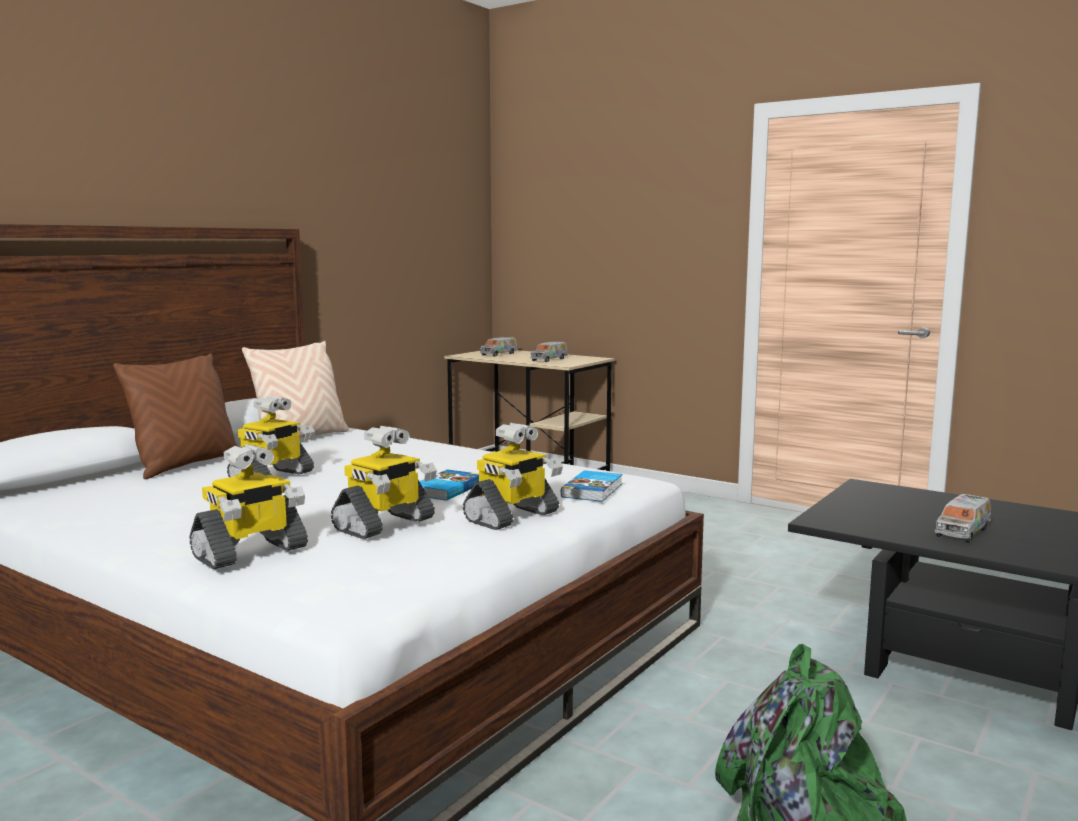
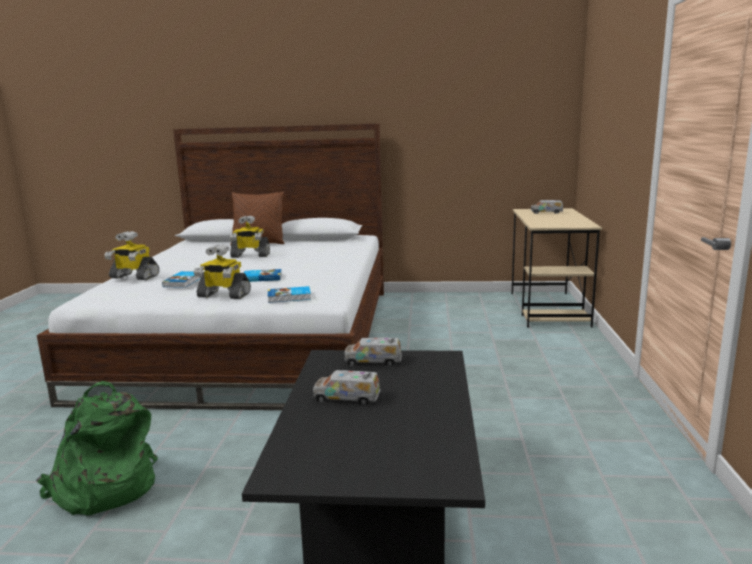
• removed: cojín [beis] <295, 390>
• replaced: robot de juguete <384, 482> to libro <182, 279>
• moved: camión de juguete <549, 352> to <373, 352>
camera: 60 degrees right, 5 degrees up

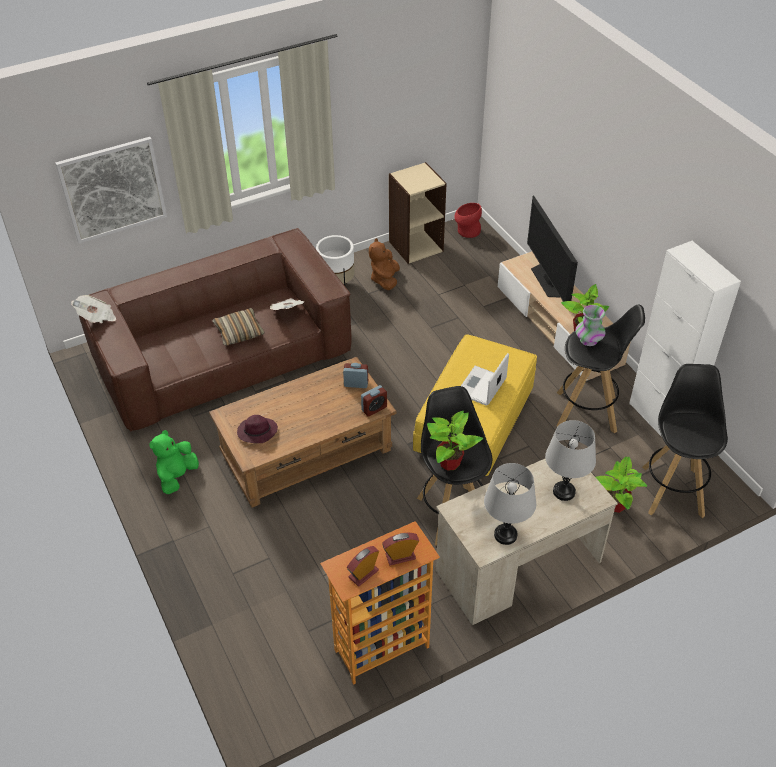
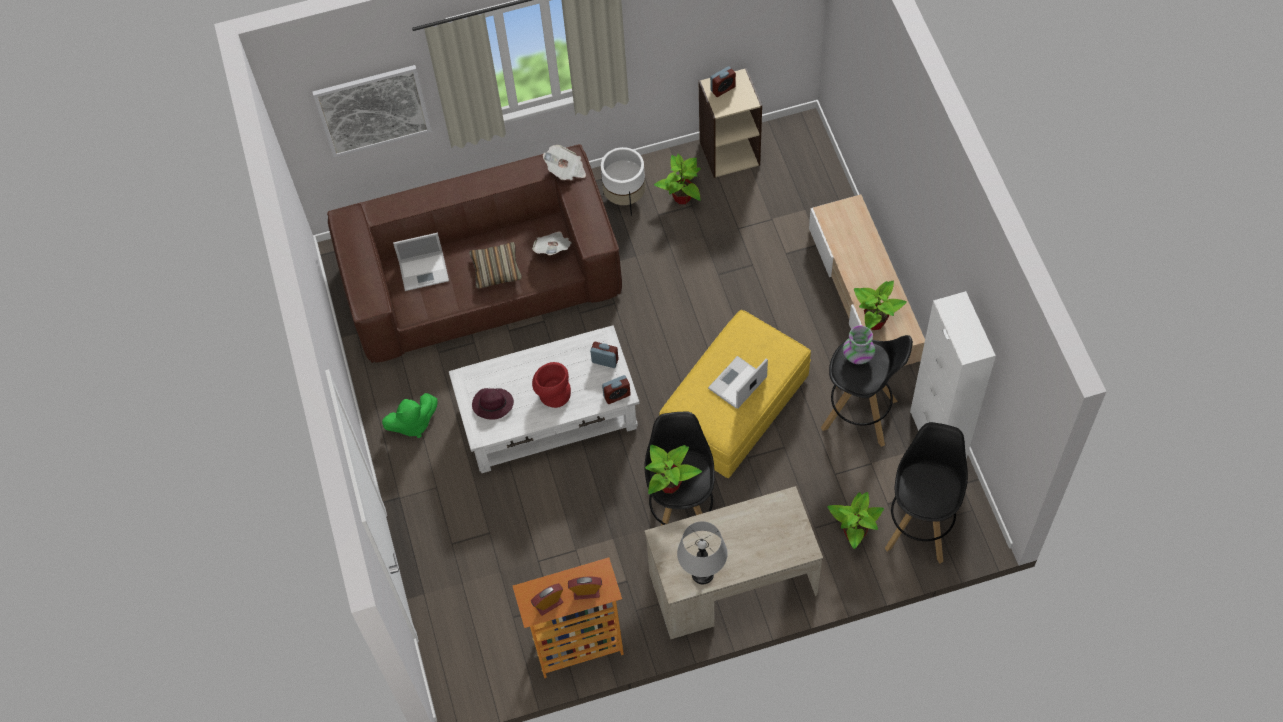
• moved: periódico <94, 309> to <564, 163>
• turned: peluche [verde] <174, 462> = <410, 415> 150 degrees counterclockwise
• recoloured: mesa de centro [marrón] <302, 432> to mesa de centro [blanco] <544, 399>
• replaced: peluche [marrón] <384, 264> to planta en maceta <677, 179>
• moved: florero [rojo] <468, 220> to <551, 385>
• removed: televisor <552, 253>
• removed: lámpara de mesa [gris] <570, 460>
• added: portátil <421, 262>
• added: despertador <723, 81>
camera: 15 degrees right, 15 degrees up

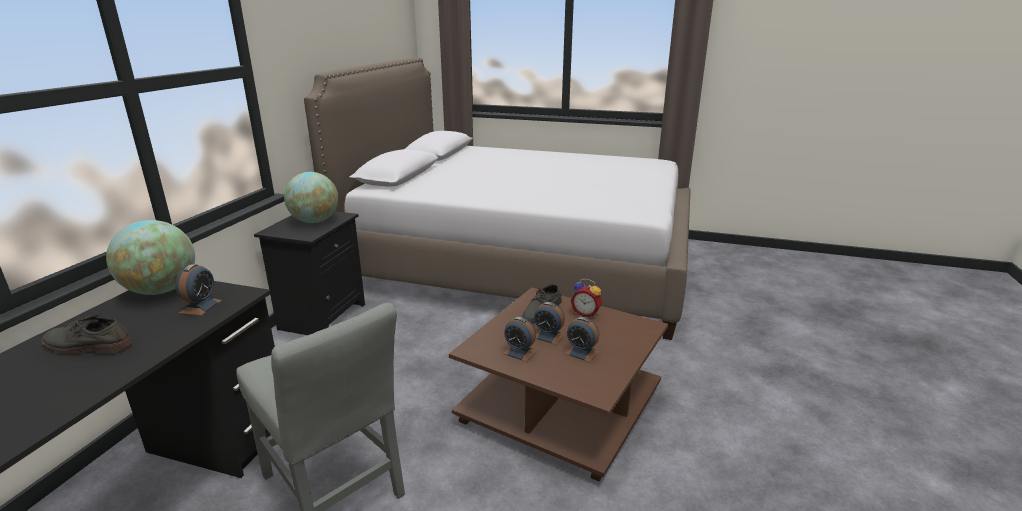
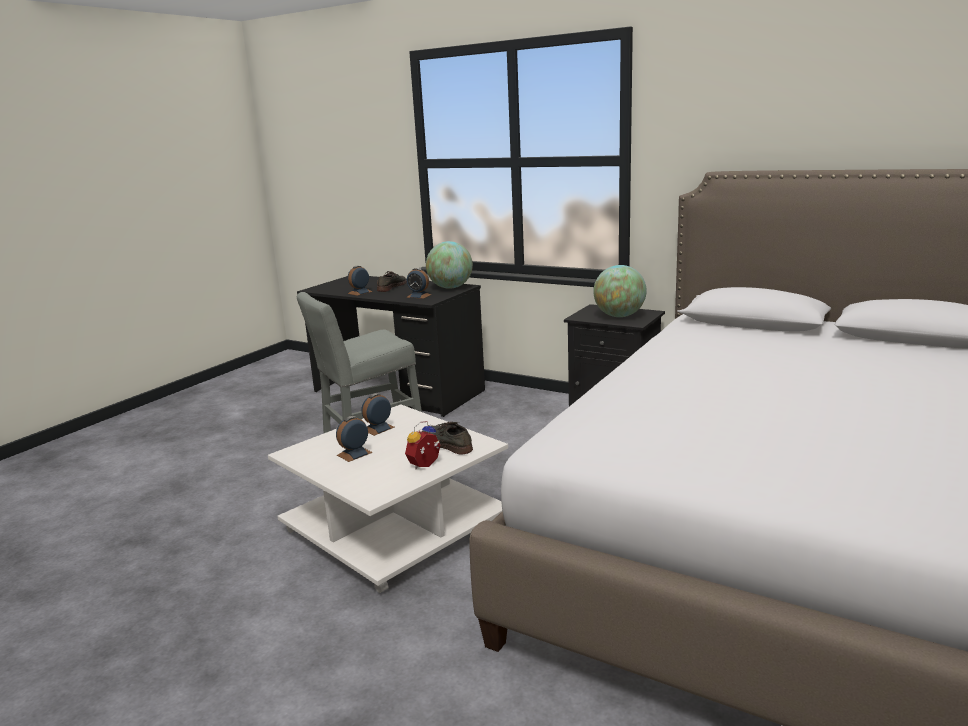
• recoloured: mesa de centro [marrón] <558, 384> to mesa de centro [blanco] <388, 498>
• moved: despertador <549, 323> to <360, 281>
camera: 105 degrees right, 5 degrees down

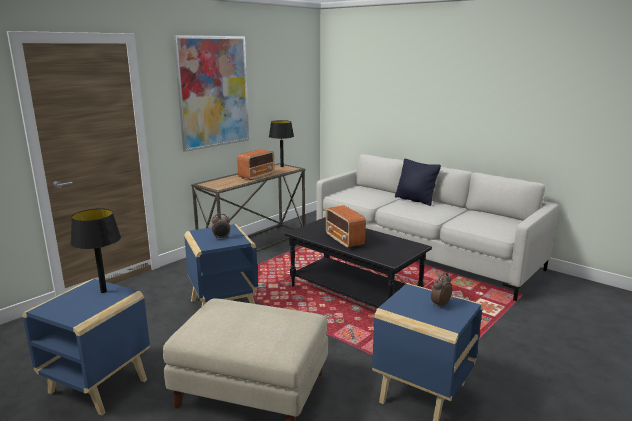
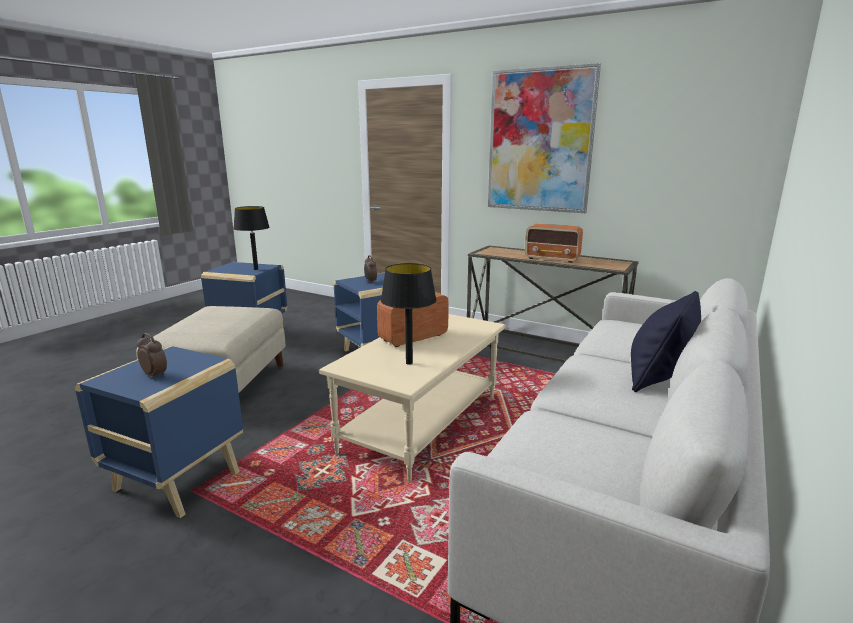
• moved: lámpara de mesa [negro] <281, 143> to <408, 314>
• recoloured: mesa de centro [negro] <358, 262> to mesa de centro [beis] <412, 397>
camera: 80 degrees right, 0 degrees up

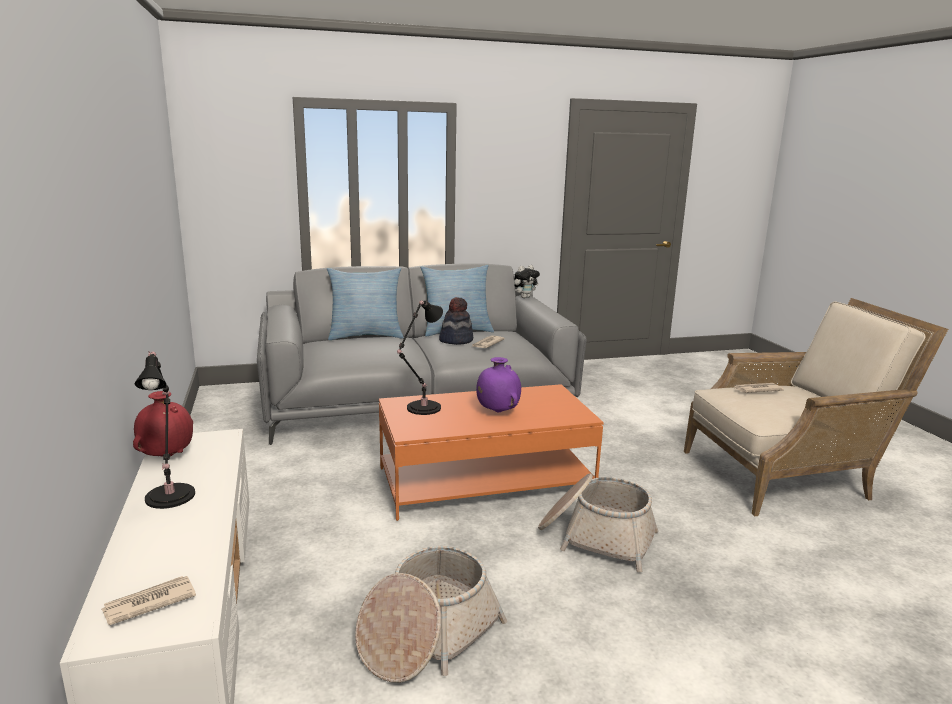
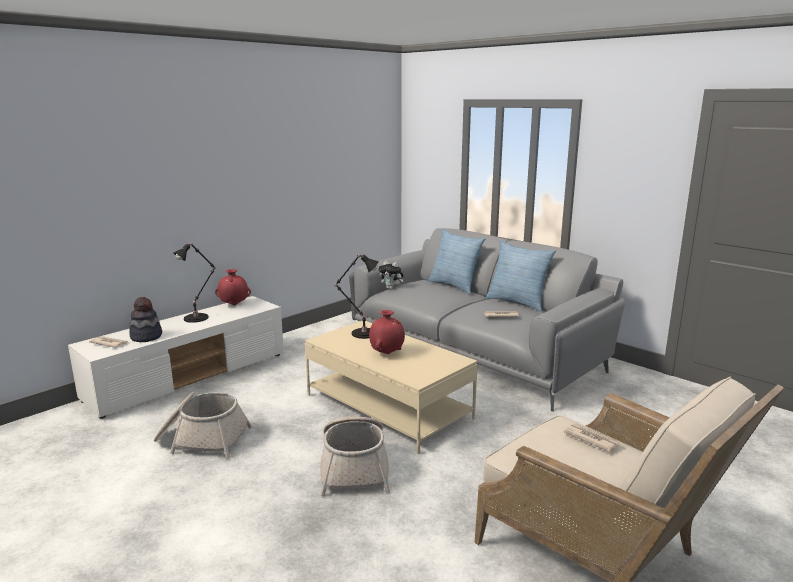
• recoloured: mesa de centro [naranja] <491, 452> to mesa de centro [beis] <391, 387>
• moved: sombrero <456, 321> to <145, 319>
• recoloured: florero [morado] <498, 385> to florero [rojo] <387, 332>
• moved: peluche <527, 281> to <390, 275>
camera: 60 degrees right, 0 degrees up

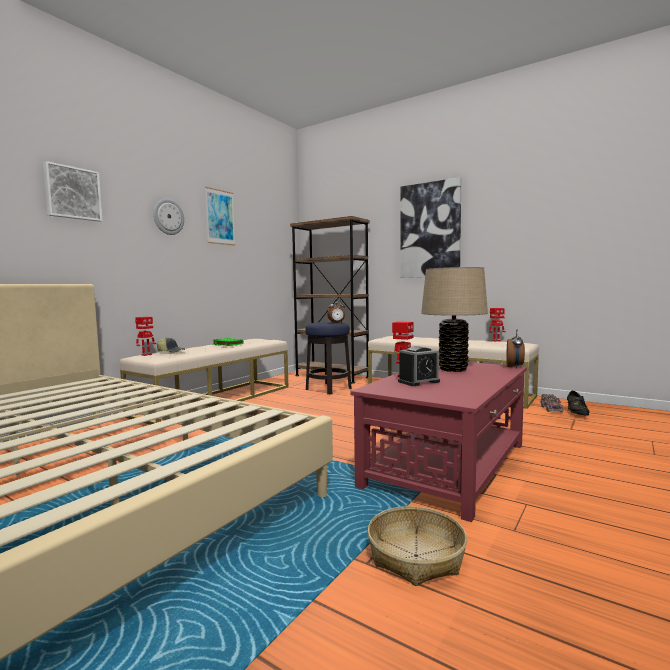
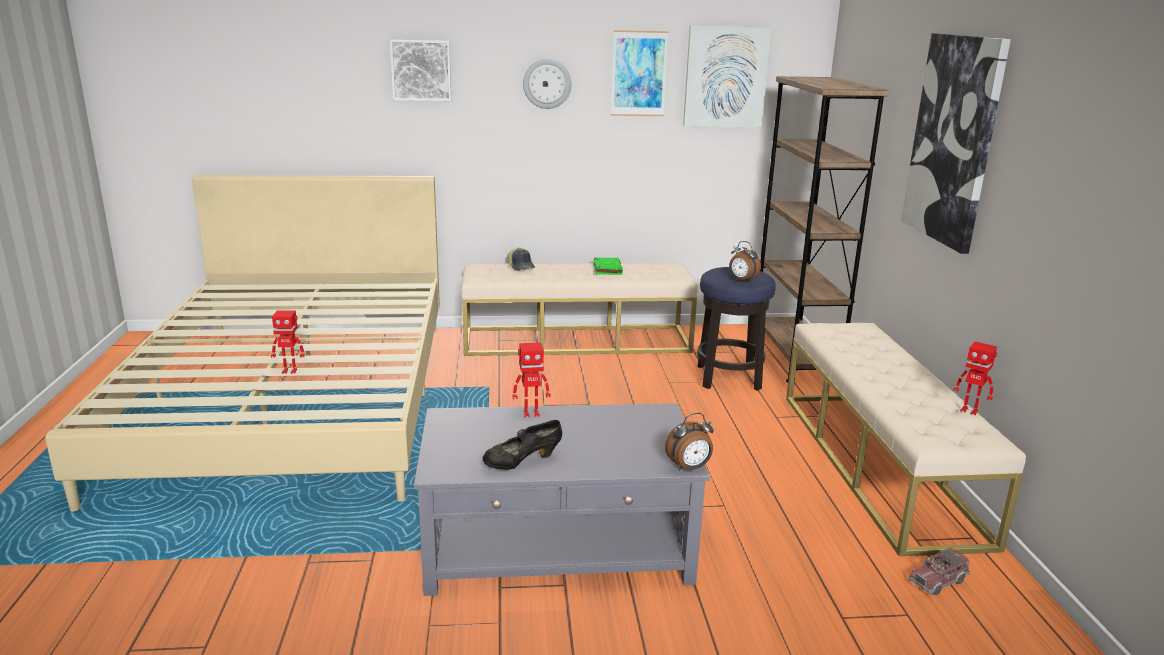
• moved: robot de juguete <145, 336> to <288, 342>
• recoloured: mesa de centro [rojo] <438, 442> to mesa de centro [gris] <562, 499>
• removed: cesta <417, 546>
• removed: despertador <419, 366>
• removed: lámpara de mesa [beis] <454, 319>
• moved: zapato [negro] <578, 403> to <522, 445>
• added: cuadro <727, 76>
camera: 50 degrees right, 15 degrees up

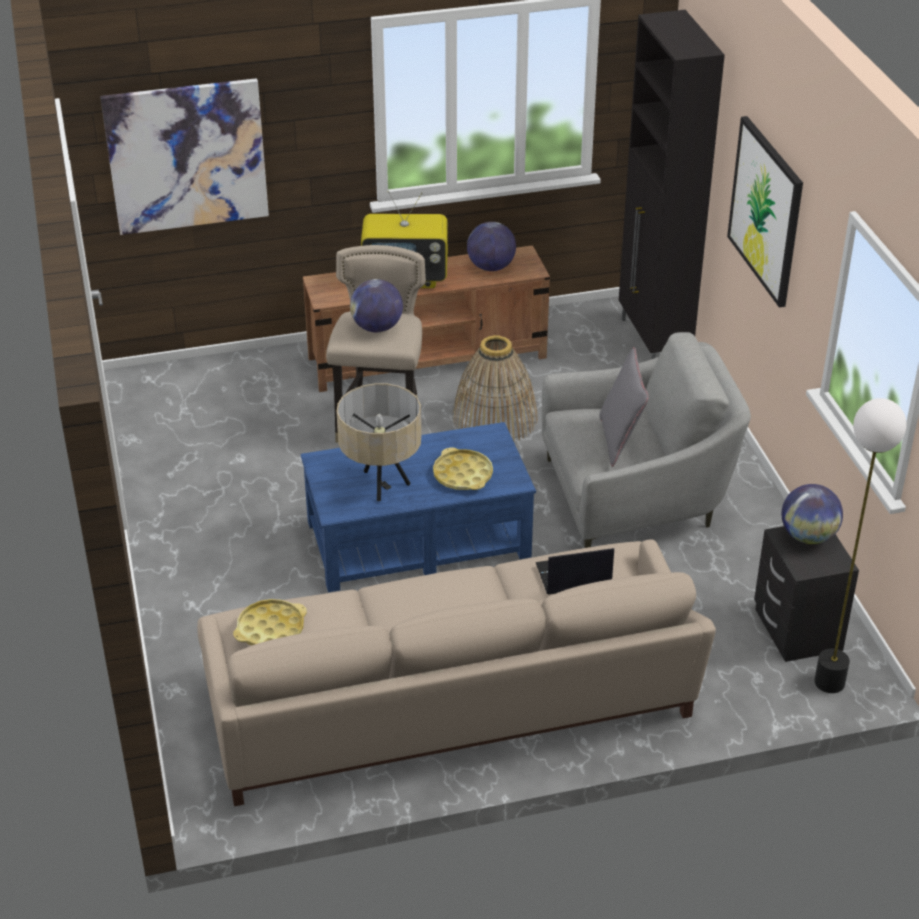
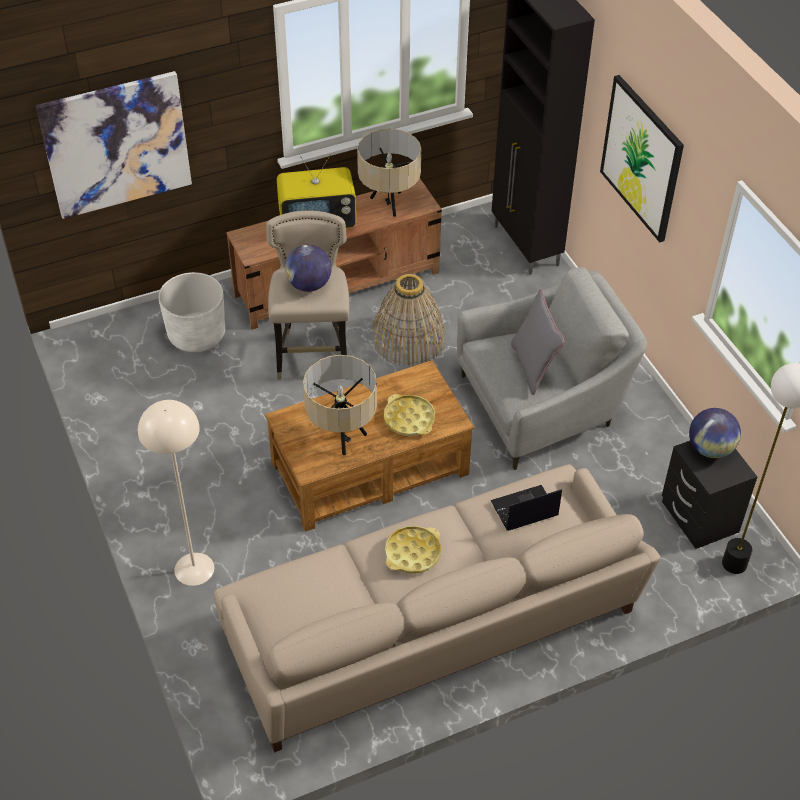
• moved: bandeja [amarillo] <270, 622> to <413, 550>
• recoloured: mesa de centro [azul] <418, 507> to mesa de centro [marrón] <369, 446>
• replaced: globo terráqueo <491, 246> to lámpara de mesa [beis] <389, 173>
• added: lámpara de pie [beis] <176, 493>
• added: maceta [blanco] <191, 312>
camera: 10 degrees left, 10 degrees up

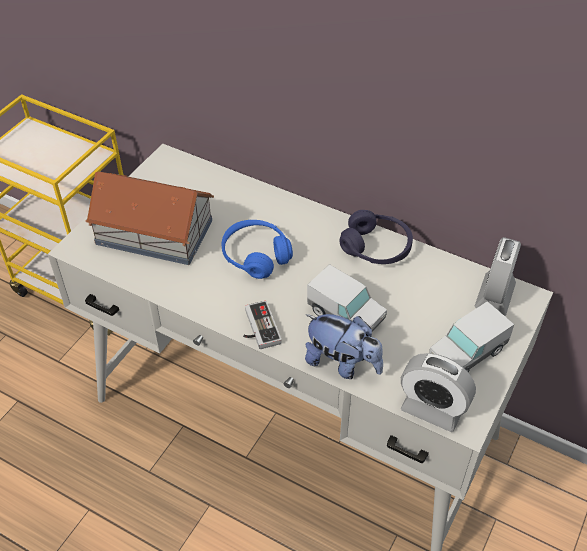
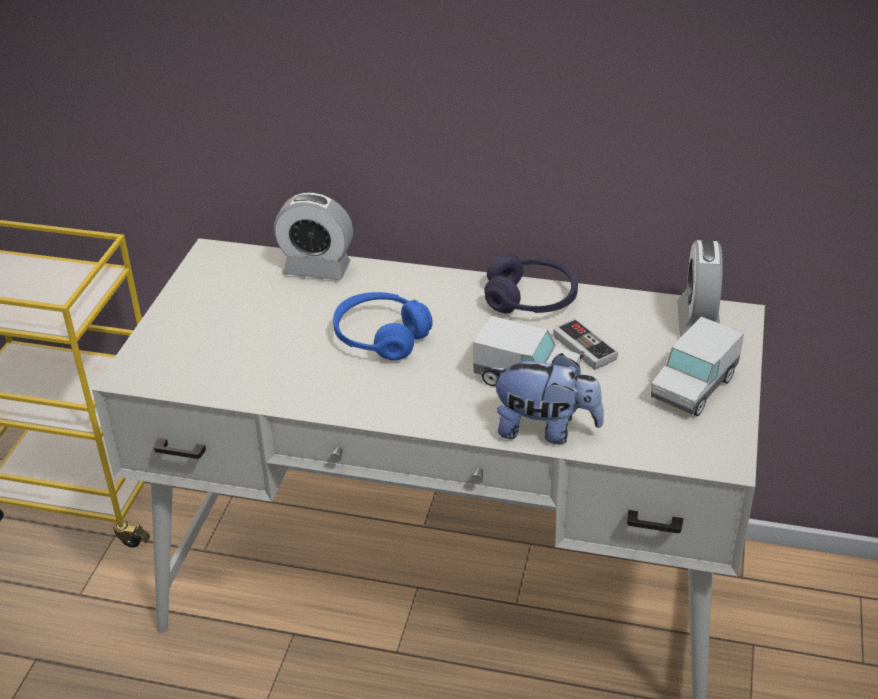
• removed: casita <149, 218>
• moved: mando de consola <262, 324> to <585, 344>
• moved: despertador <438, 392> to <313, 236>
camera: 15 degrees left, 10 degrees down

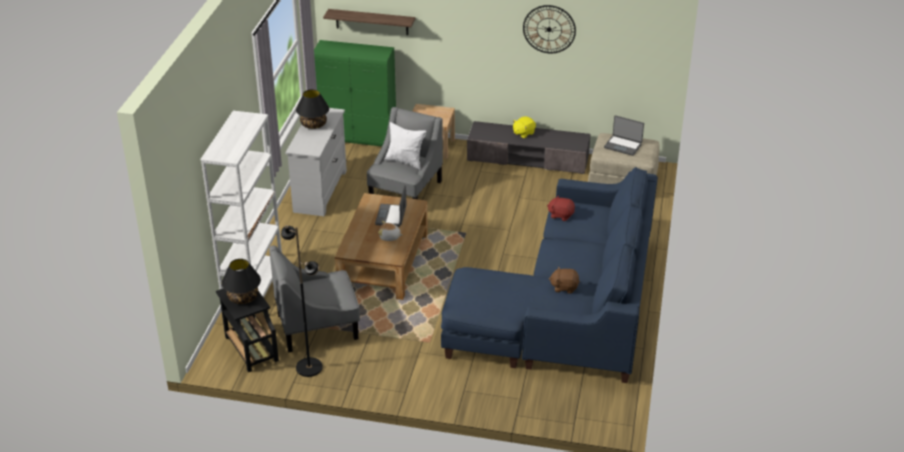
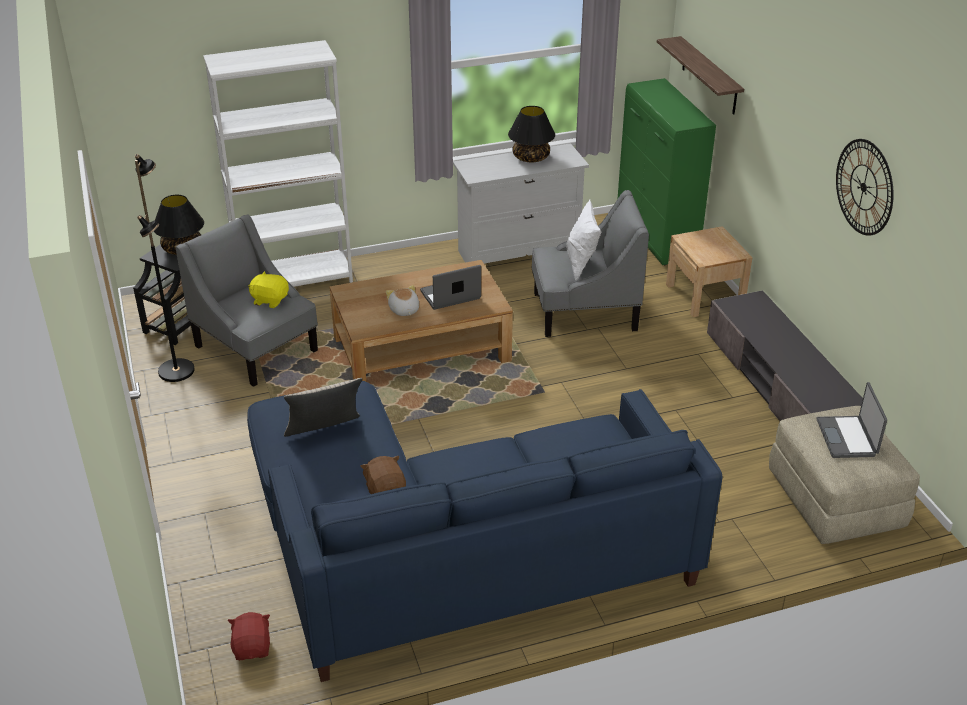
• moved: peluche [amarillo] <524, 127> to <268, 289>
• moved: peluche [rojo] <561, 208> to <249, 636>
• added: cojín [beis] <323, 407>
camera: 60 degrees right, 0 degrees up

